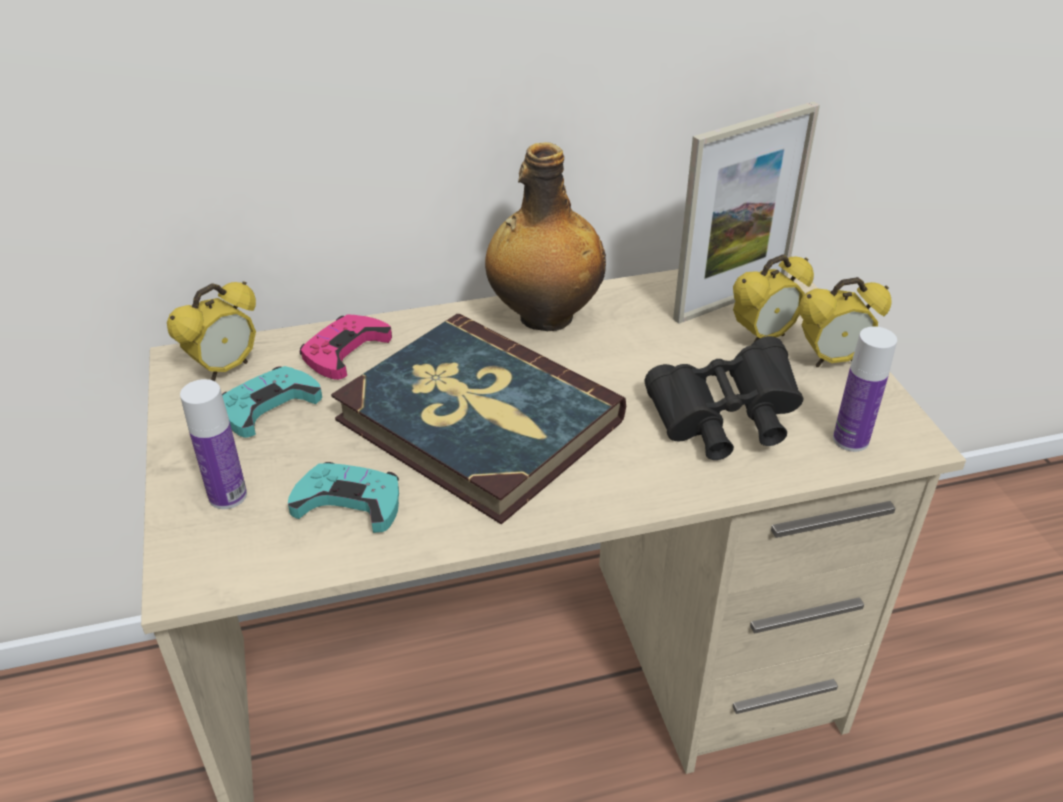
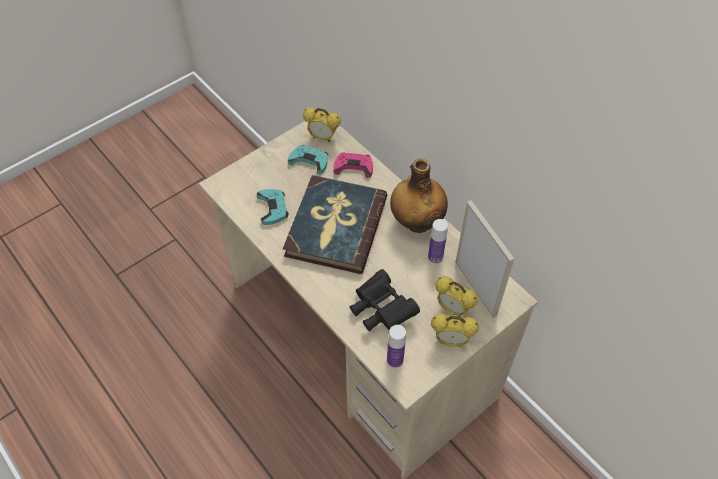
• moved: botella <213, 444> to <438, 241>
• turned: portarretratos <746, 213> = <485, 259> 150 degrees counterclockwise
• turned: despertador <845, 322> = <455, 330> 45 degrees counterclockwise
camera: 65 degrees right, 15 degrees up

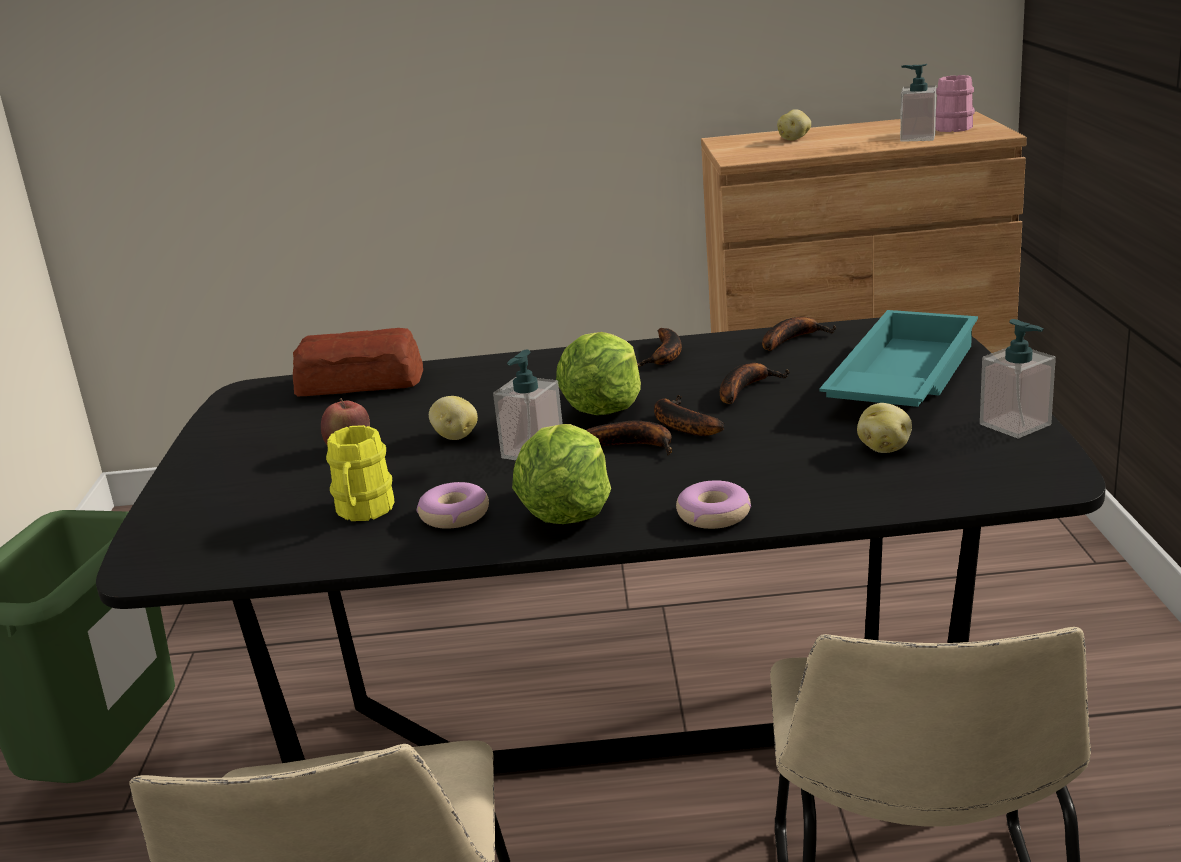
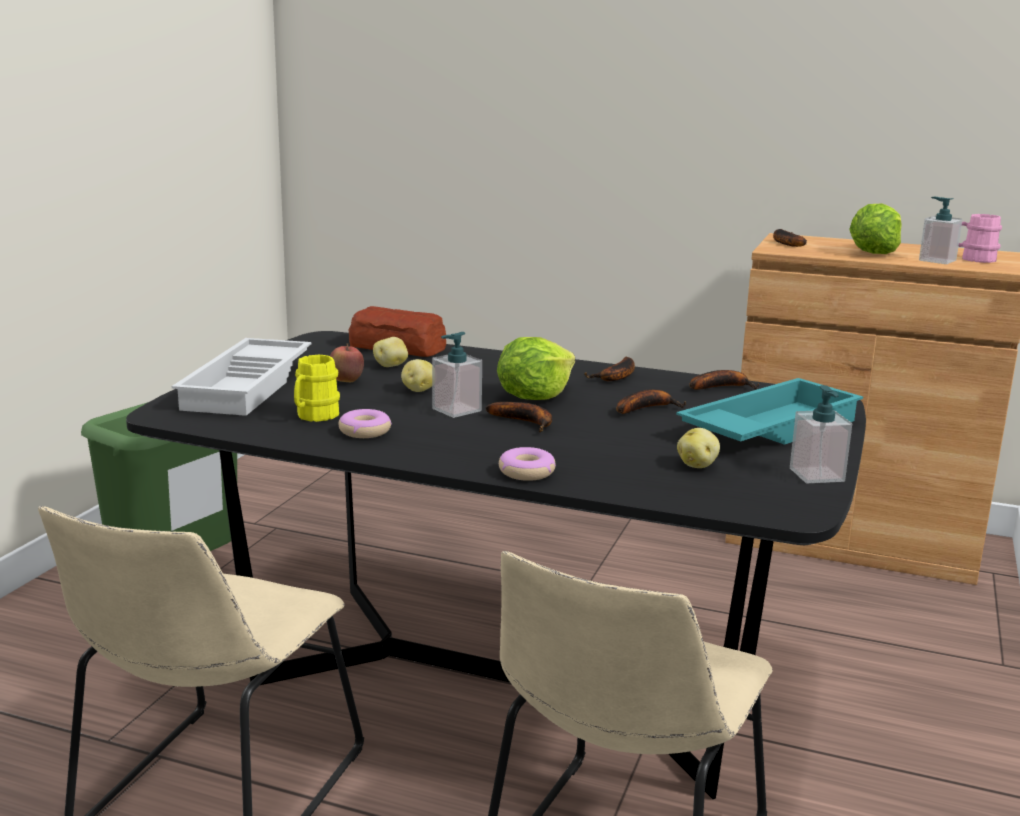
• moved: lechuga <561, 474> to <875, 229>
• moved: plátano <689, 415> to <790, 238>
• moved: patata <794, 125> to <390, 352>
• added: bandeja [blanco] <241, 377>
camera: 20 degrees right, 5 degrees down

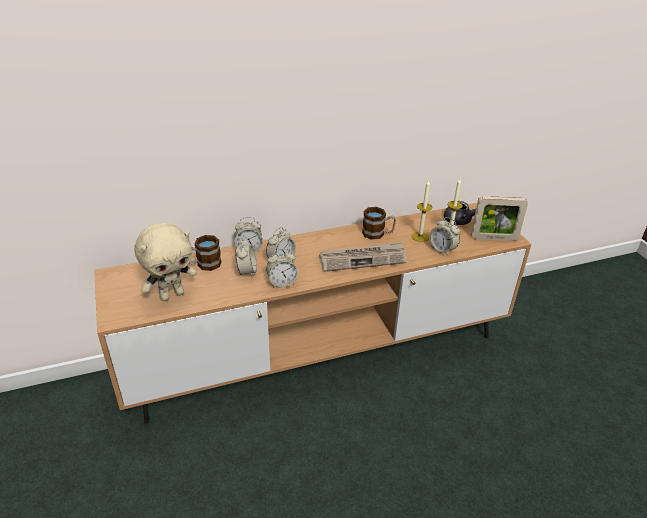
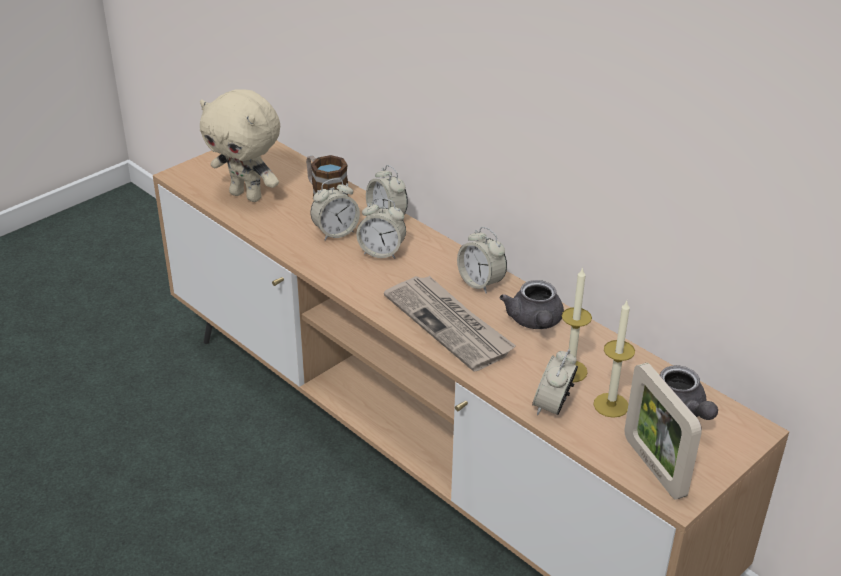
• moved: despertador <282, 268> to <482, 260>
• replaced: taza grande <379, 223> to tetera [gris] <532, 304>
camera: 65 degrees right, 0 degrees up

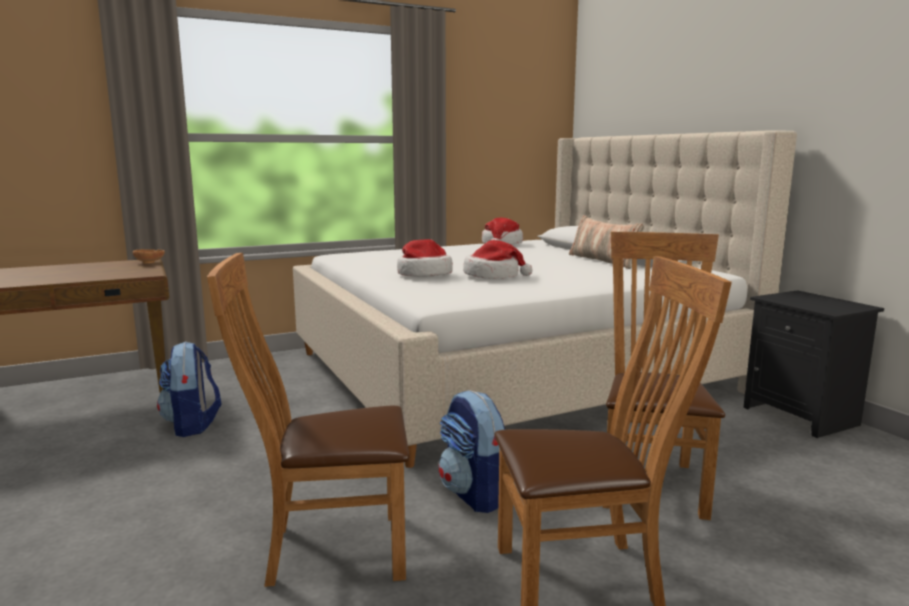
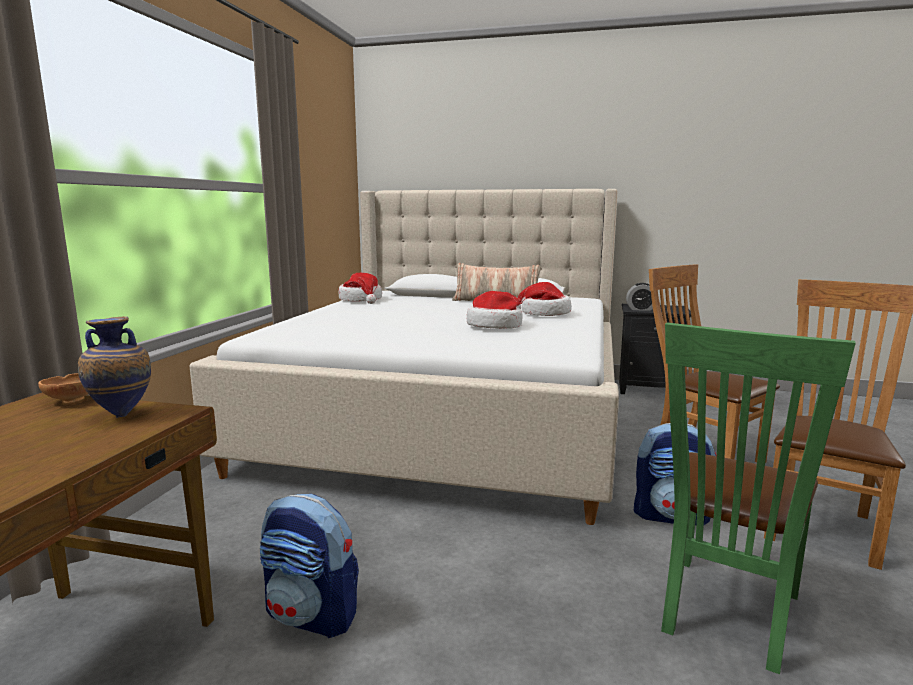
• recoloured: silla [marrón] <308, 420> to silla [verde] <758, 498>
• moved: sombrero <425, 258> to <544, 299>
• added: florero <114, 367>
• added: despertador <639, 297>
camera: 50 degrees left, 0 degrees up

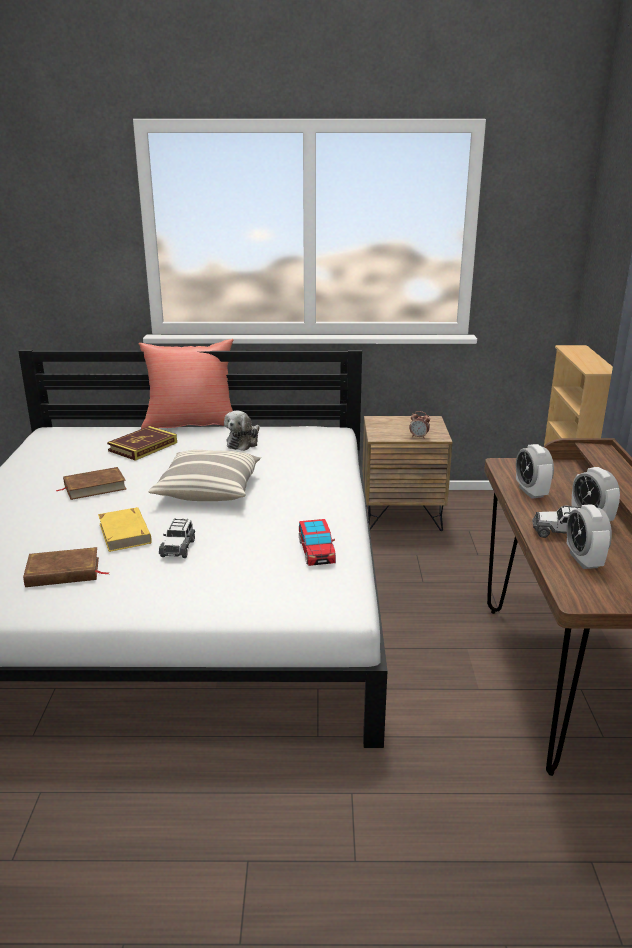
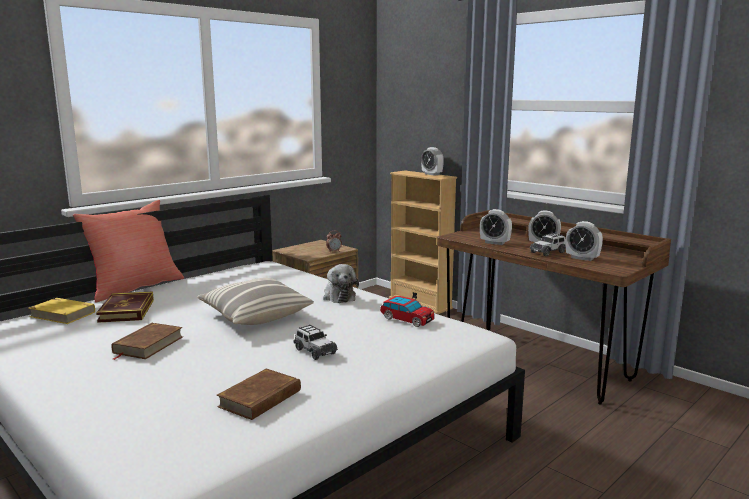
• moved: libro [amarillo] <125, 529> to <61, 311>
• moved: peluche <242, 431> to <341, 283>
• added: despertador <432, 161>
camera: 45 degrees left, 10 degrees down

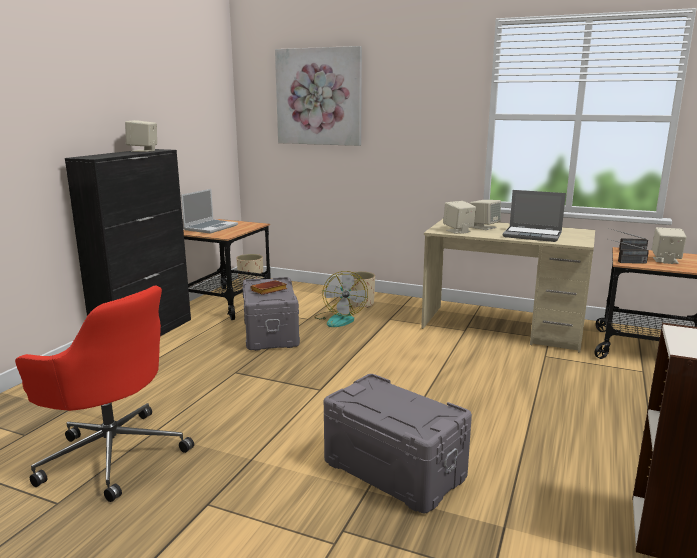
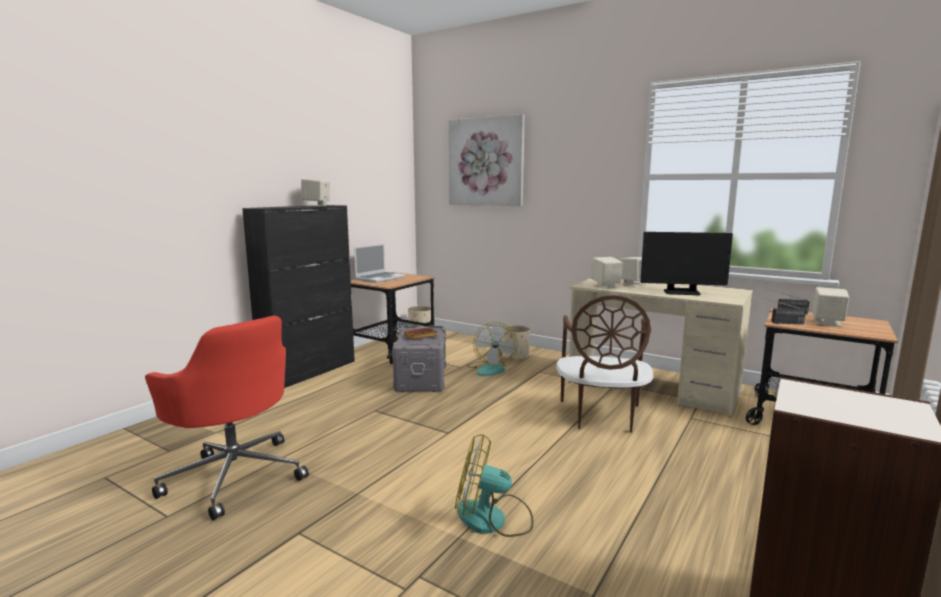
• replaced: caja de almacenaje [gris] <398, 443> to ventilador <494, 485>
• replaced: portátil <534, 216> to monitor <686, 263>
• added: silla [marrón] <604, 364>
camera: 10 degrees right, 5 degrees down

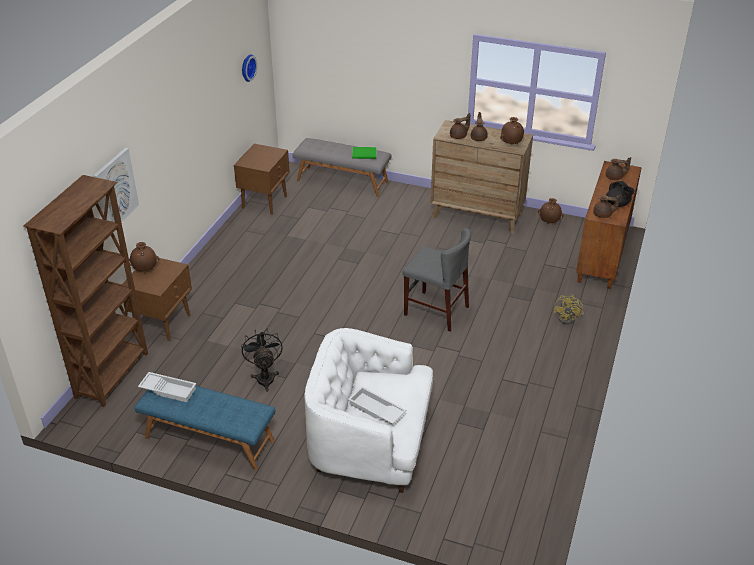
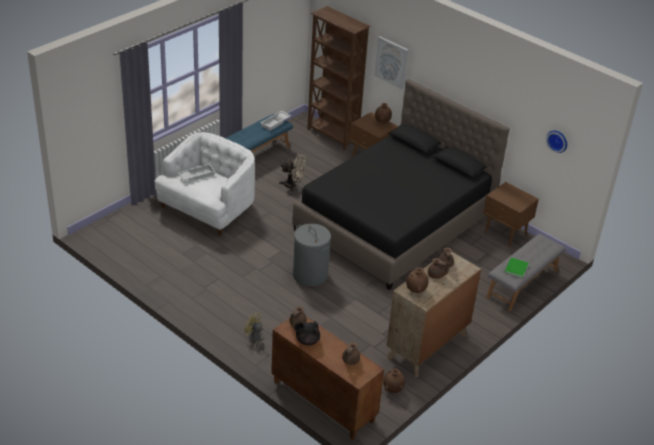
• recoloured: ventilador [negro] <262, 360> to ventilador [beis] <292, 172>
• replaced: silla [gris] <437, 279> to cesto de la ropa [gris] <312, 255>
• added: cama [negro] <401, 184>
camera: 110 degrees right, 0 degrees up

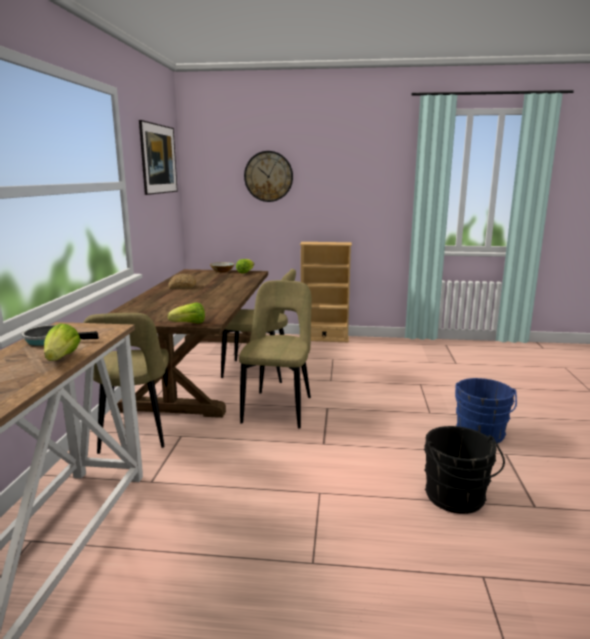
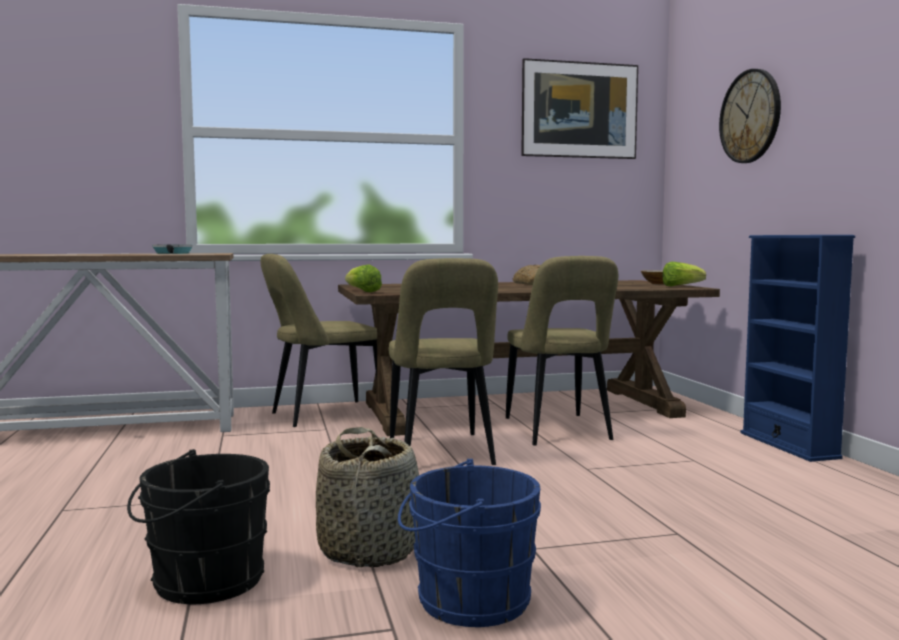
• removed: lechuga <62, 342>
• turned: silla [beis] <275, 354> = <443, 361> 90 degrees clockwise
• recoloured: estantería [beis] <326, 292> to estantería [azul] <797, 348>
• added: cesta <367, 497>
camera: 70 degrees right, 10 degrees down

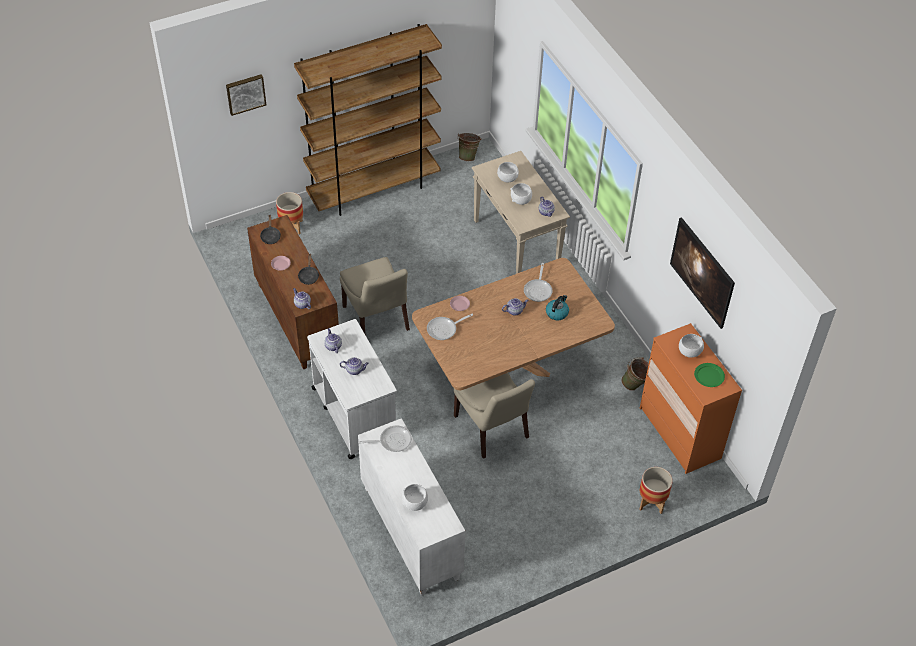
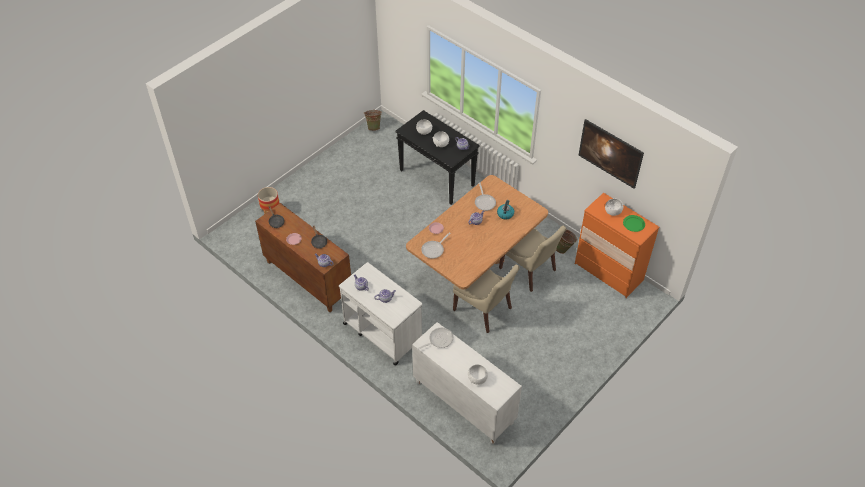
• removed: cuadro <246, 95>
• removed: estantería [marrón] <368, 120>
• moved: silla [beis] <375, 295> to <532, 258>
• recoloured: mesa consola [beis] <521, 212> to mesa consola [negro] <437, 157>
• removed: maceta <656, 490>
camera: 20 degrees left, 0 degrees up

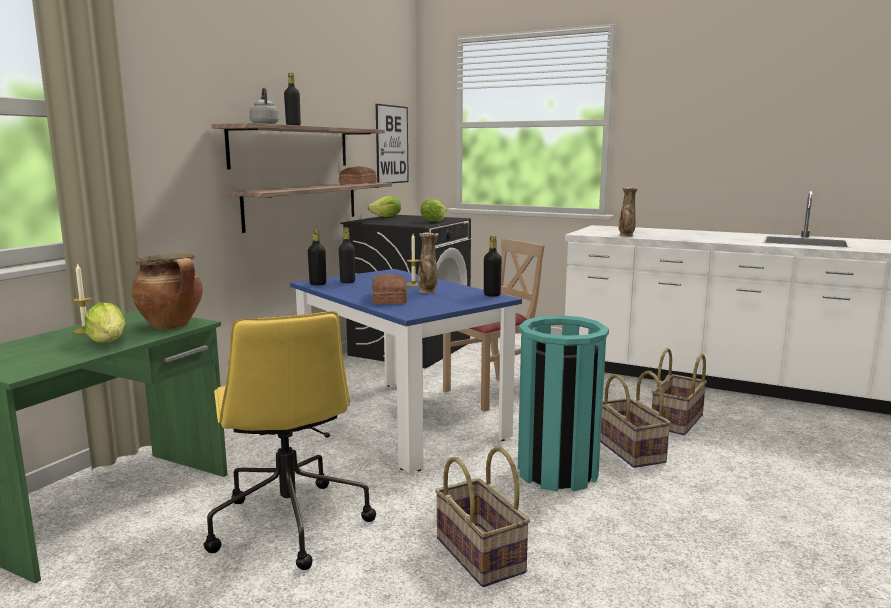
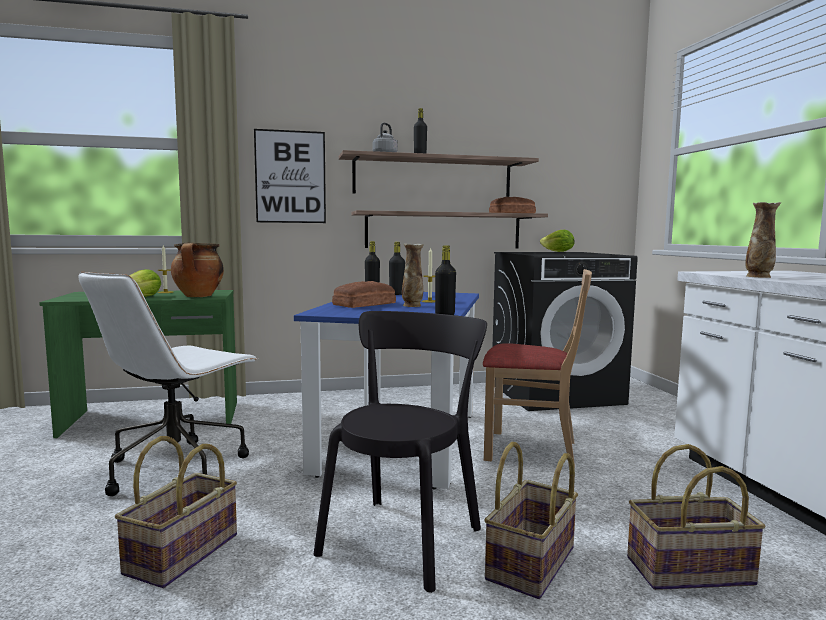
• recoloured: silla de oficina [amarillo] <290, 440> to silla de oficina [blanco] <168, 384>
• moved: cuadro <392, 143> to <290, 176>
• removed: lechuga <433, 210>
• replaced: papelera [turquesa] <563, 403> to silla [negro] <400, 452>
camera: 50 degrees right, 5 degrees down

